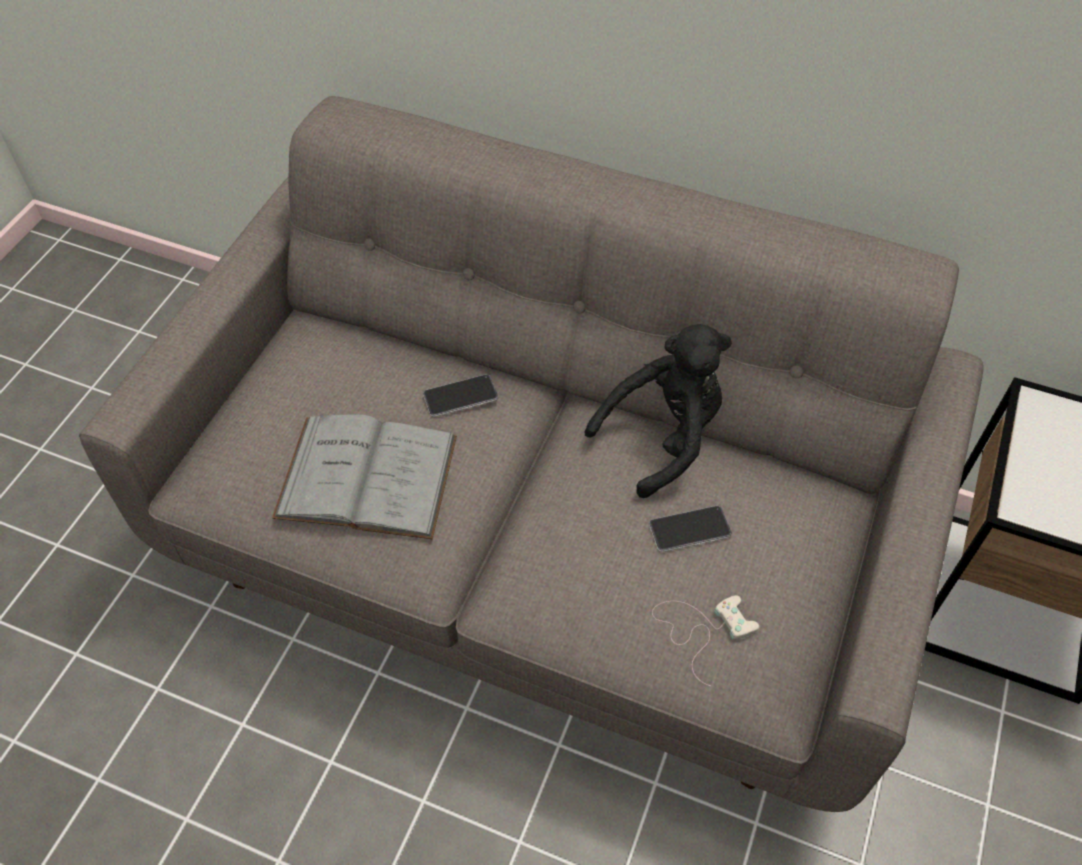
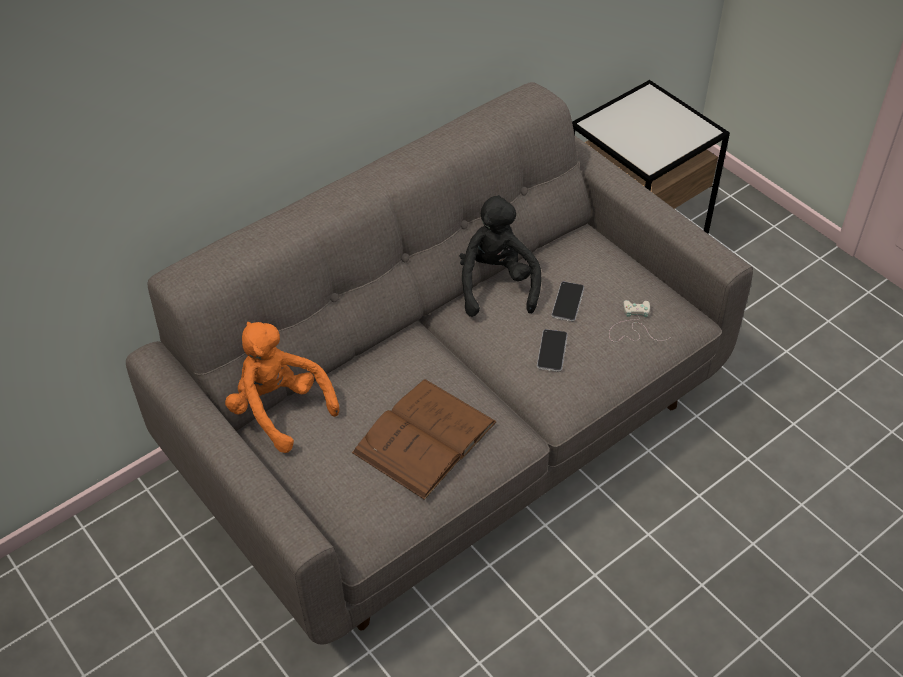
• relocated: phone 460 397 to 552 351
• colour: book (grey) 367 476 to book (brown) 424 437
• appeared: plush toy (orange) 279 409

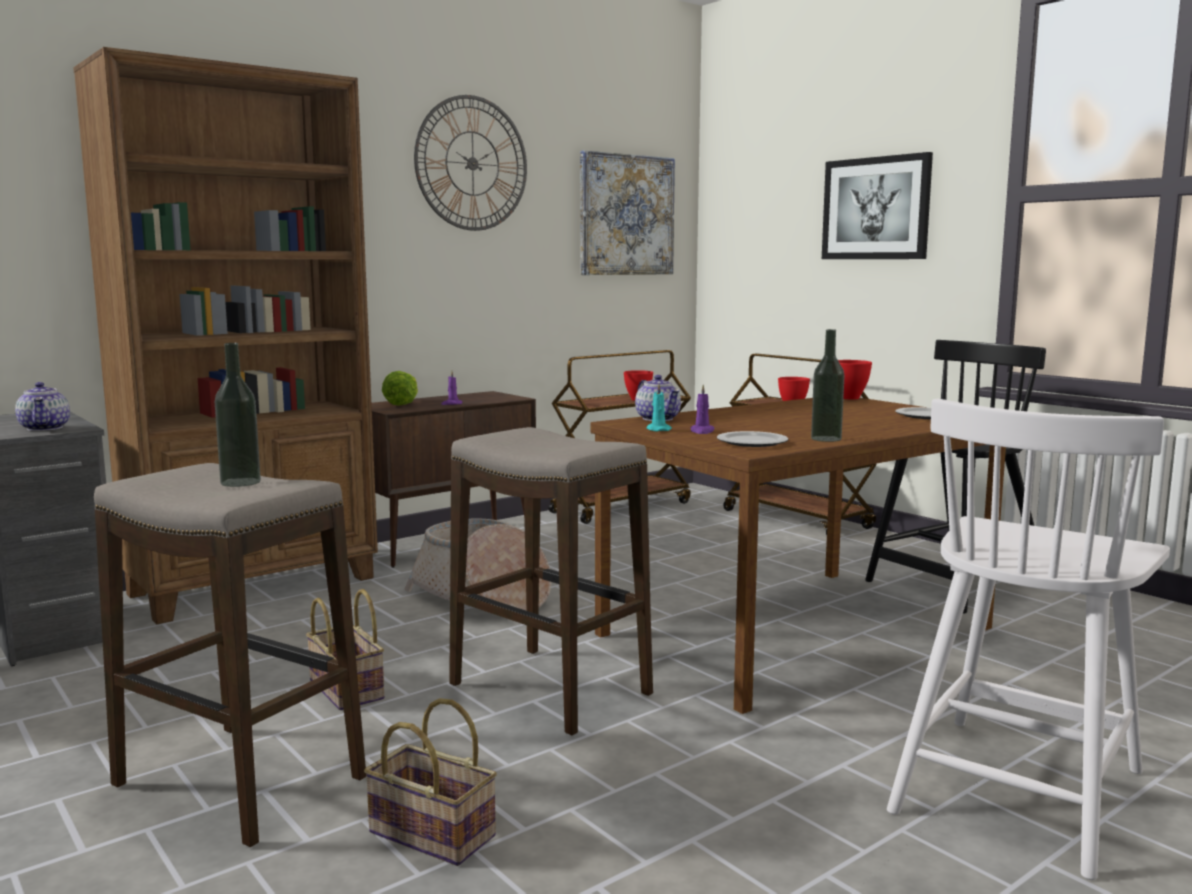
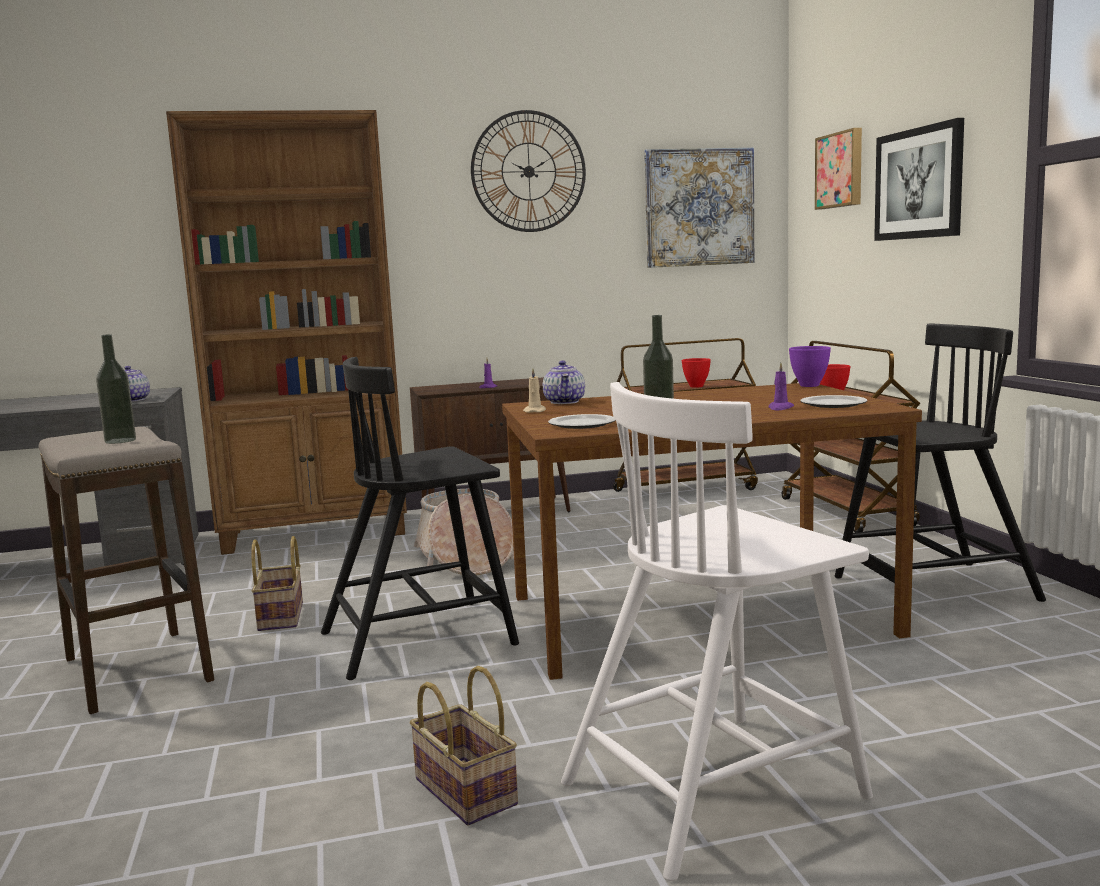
• colour: bowl (red) 851 398 to bowl (purple) 810 385
• missing: lettuce 402 403
• colour: candle (turquoise) 658 430 to candle (beige) 535 411
• relocated: candle (purple) 702 431 to 780 408
• exchanged: stool 550 690 to chair (black) 421 637
• relocated: basket 428 834 to 462 791
• appeared: picture 841 170

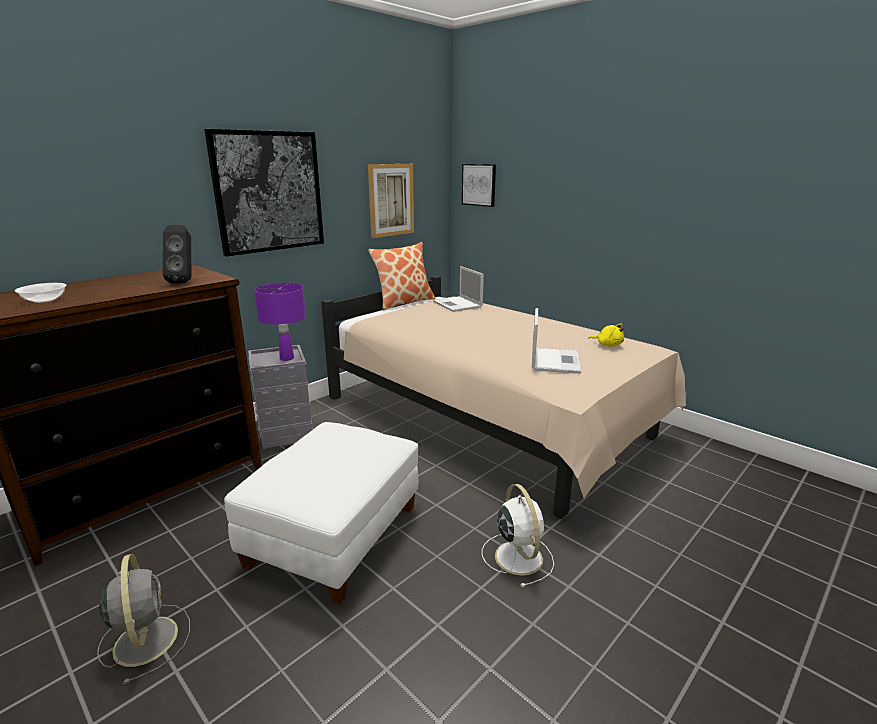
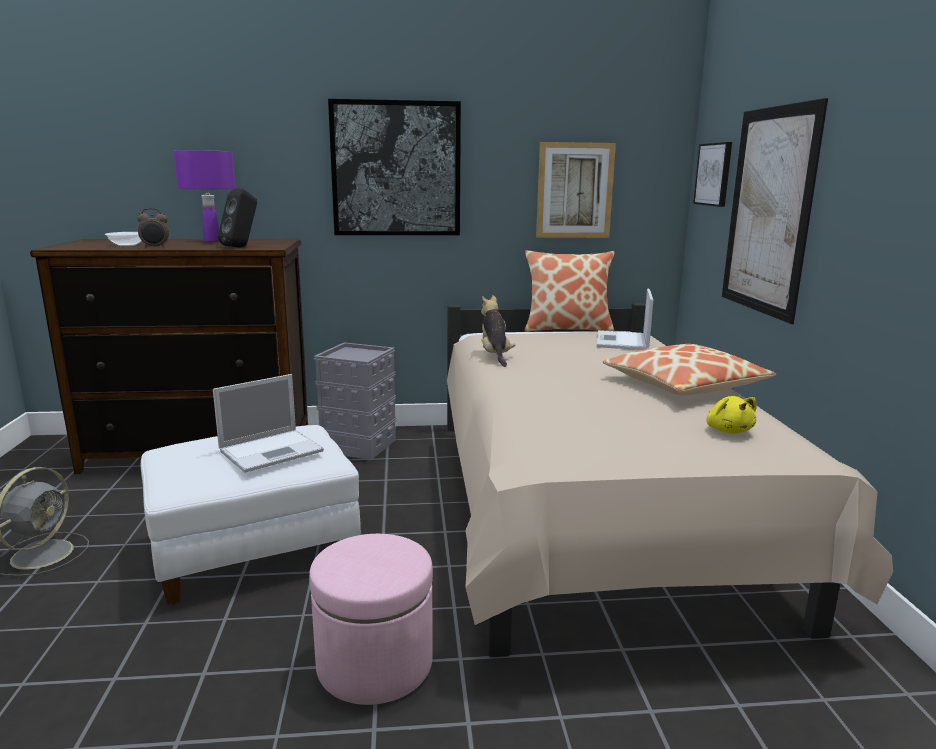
• relocated: table lamp (purple) 287 358 to 212 241
• relocated: laptop 554 360 to 273 450
• exchanged: fan (white) 517 556 to ottoman (pink) 375 663
• appeared: picture 768 211
• appeared: alarm clock 155 247
• appeared: plush toy 495 356
• appeared: pillow 684 385

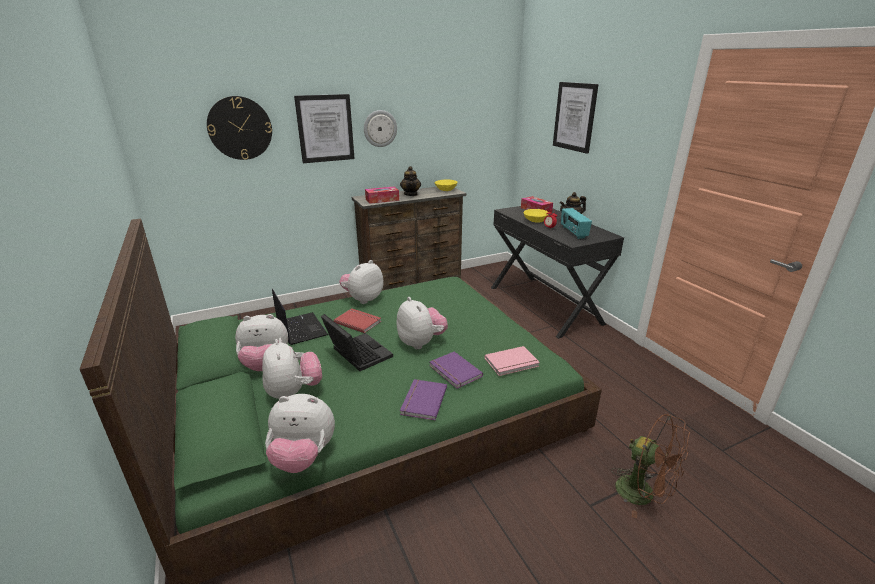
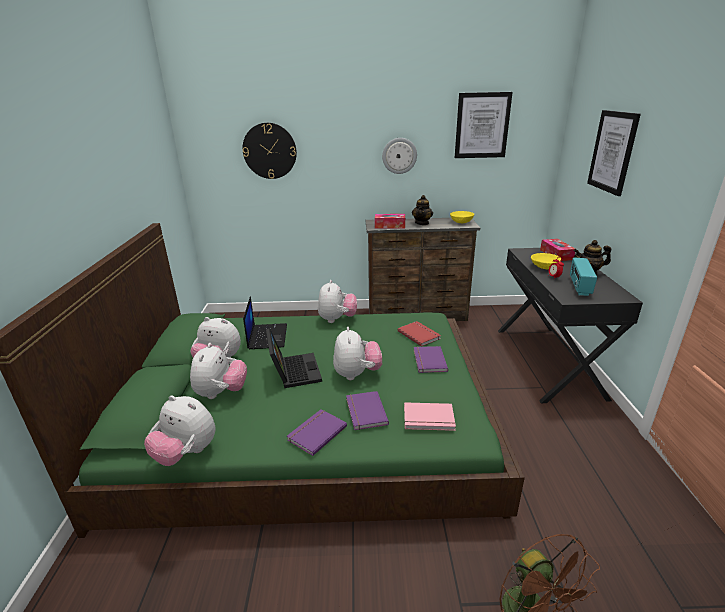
• relocated: picture 325 128 to 482 125
• spun: plush toy 363 299 = 337 319 120 degrees clockwise
• relocated: book (red) 358 321 to 419 334
• appeared: book (purple) 428 361

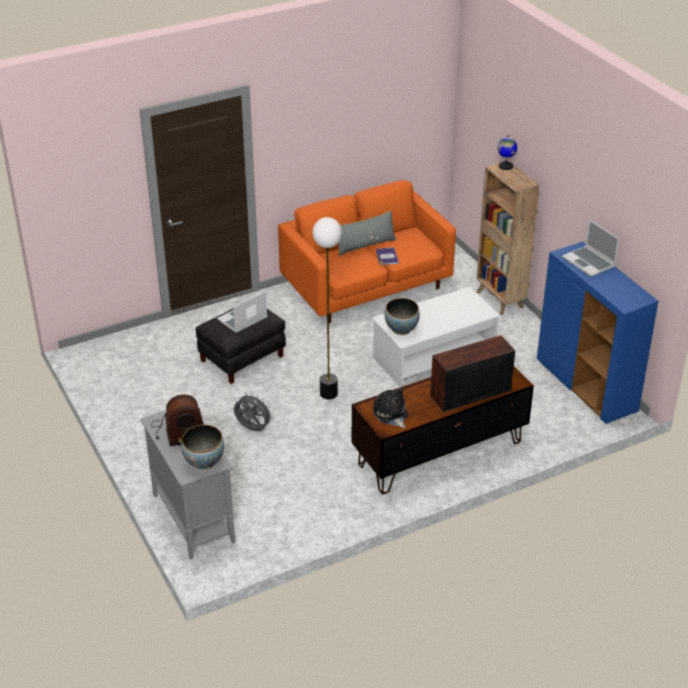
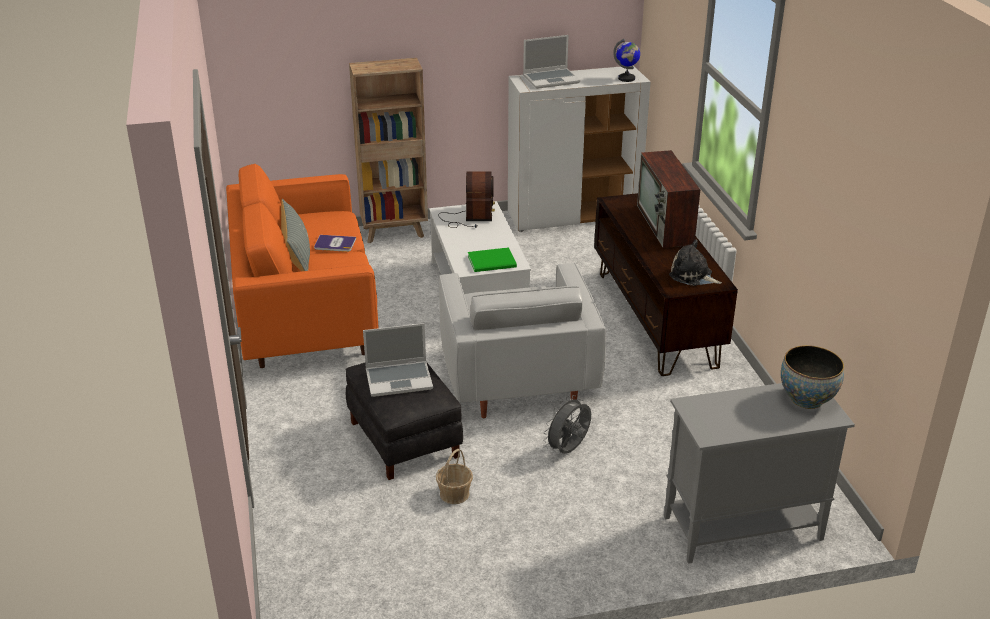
• relocated: globe 505 166 to 626 78
• exchanged: floor lamp 328 393 to armchair (white) 517 377
• colour: cabinet (blue) 586 386 to cabinet (white) 573 216
• spun: laptop 242 319 = 399 379 75 degrees counterclockwise
• exchanged: bowl 401 329 to book (green) 493 262
• spun: plush toy 391 415 = 692 276 45 degrees clockwise
• relocated: radio 178 431 to 469 217
• appeared: basket 455 494

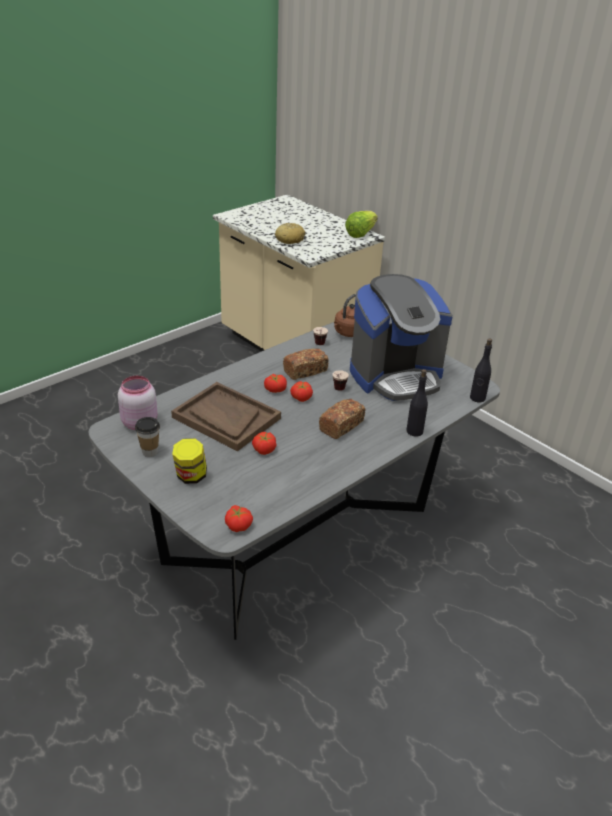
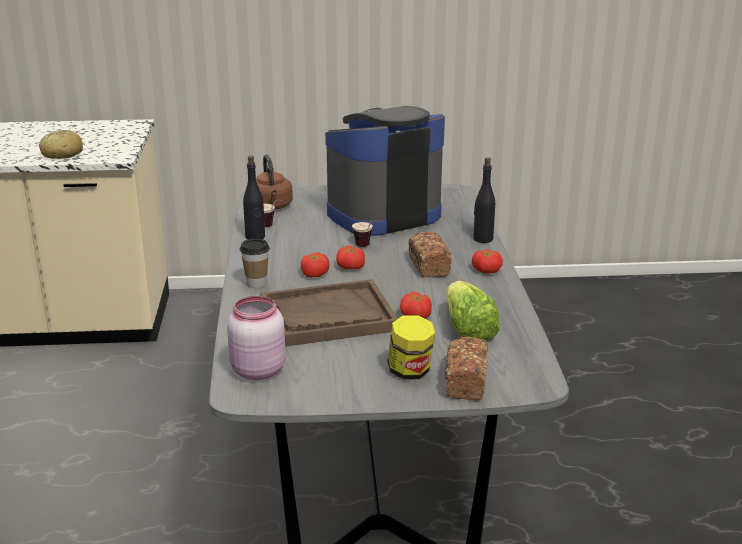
• relocated: lettuce 360 233 to 467 330
• spun: coffee machine 396 376 = 383 214 135 degrees counterclockwise
• relocated: bottle (black) 477 398 to 255 237
• relocated: bread 305 371 to 465 381
• relocated: cup 150 452 to 256 284
• relocated: tomato 238 525 to 486 270

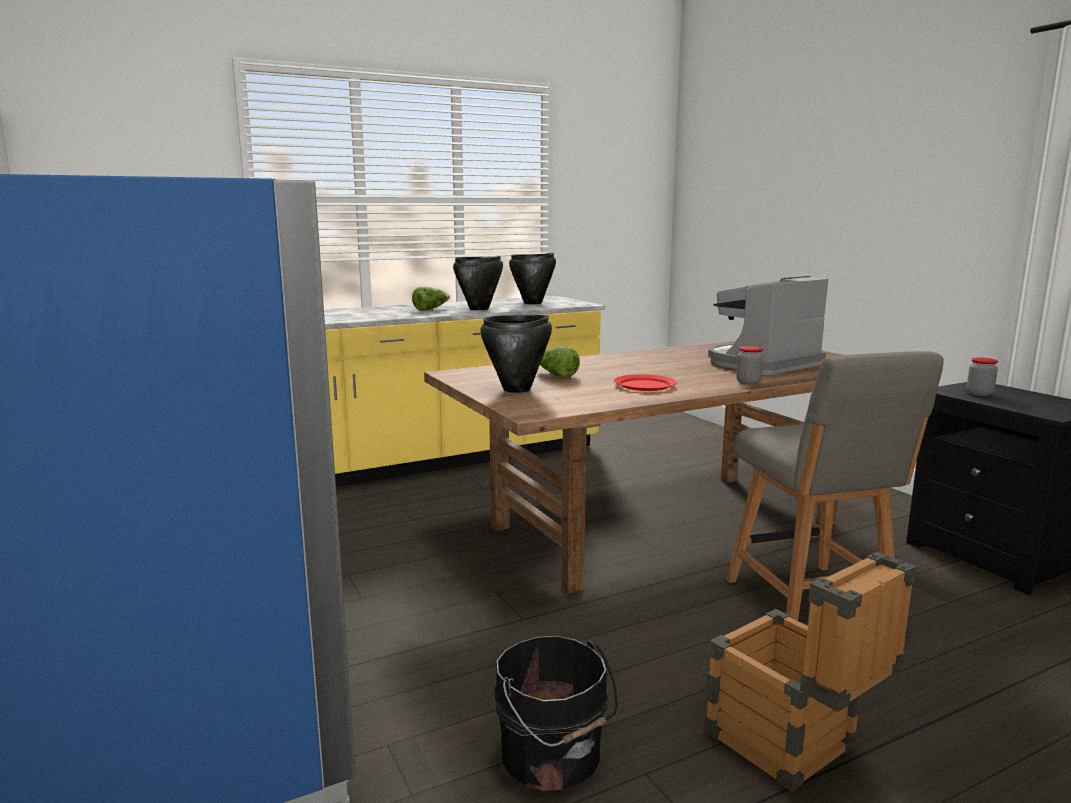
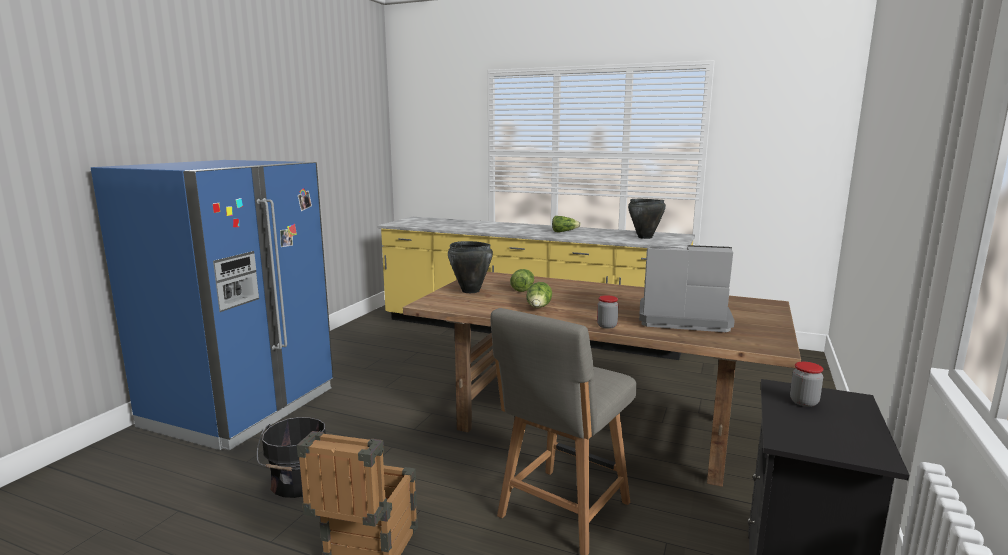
• missing: cooking pot (black) 479 309
• exchanged: plate (red) 644 385 to lettuce 539 308

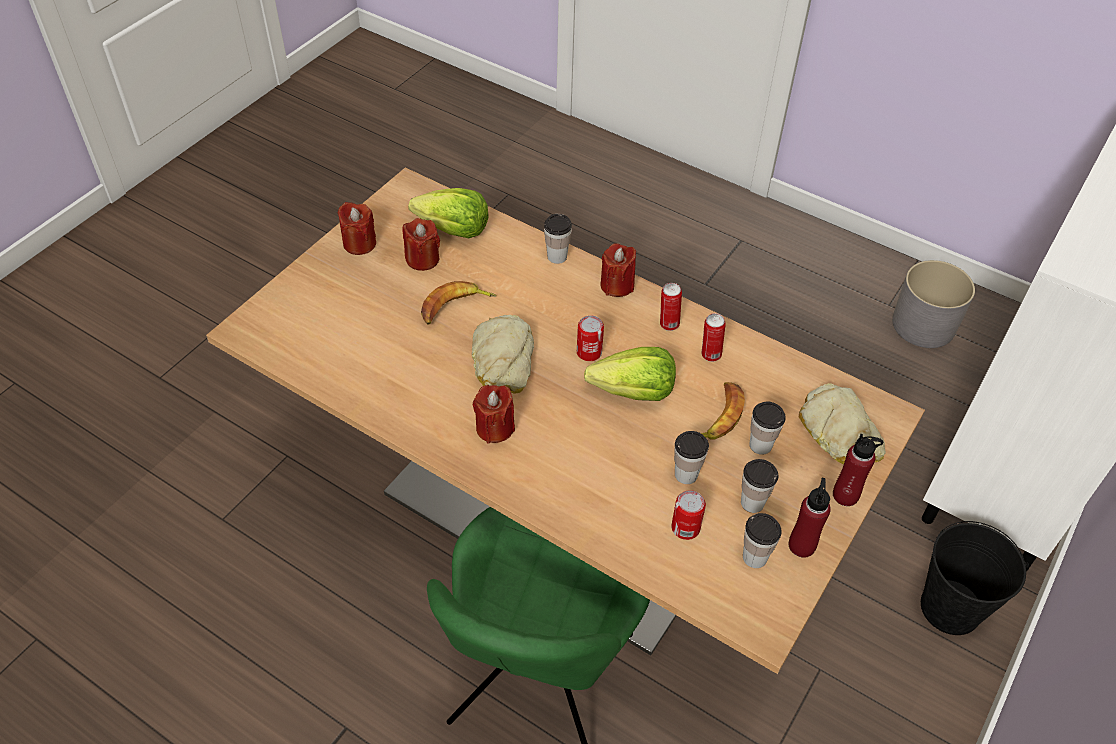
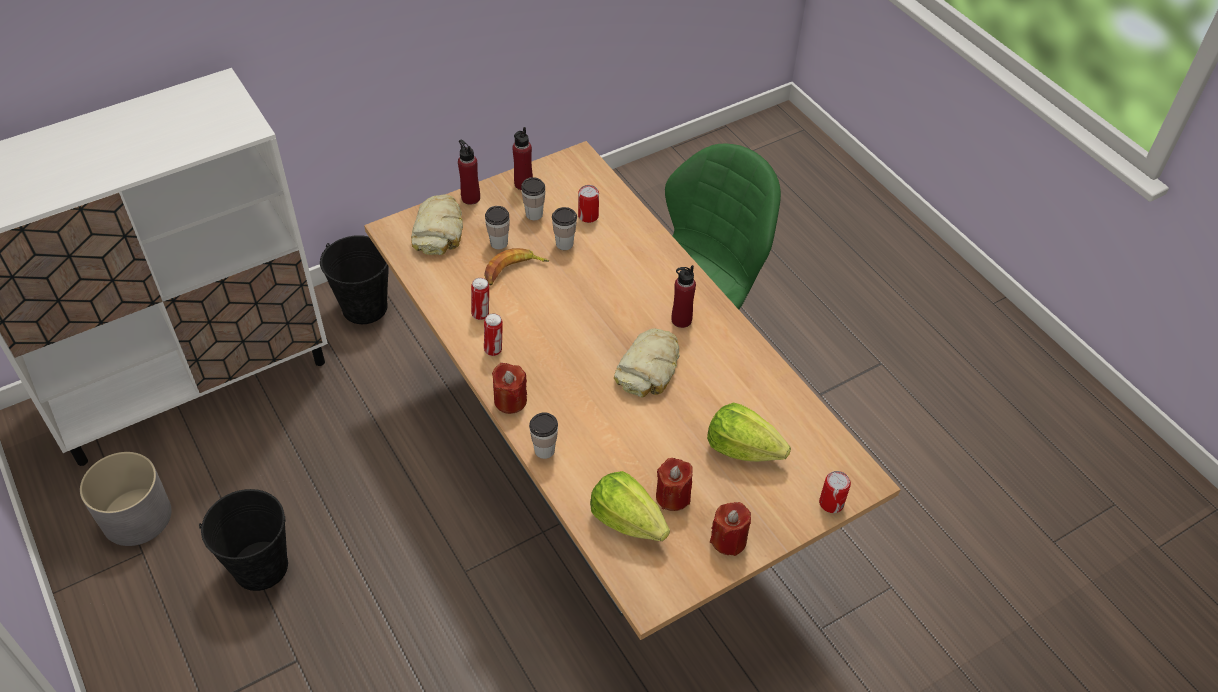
• missing: banana 454 307
• relocated: can 589 352 to 831 503
• relocated: lettuce 634 392 to 742 448
• exchanged: candle (red) 495 428 to bottle (red) 681 320
• missing: cup 754 557
• appeared: bucket (black) 260 566

